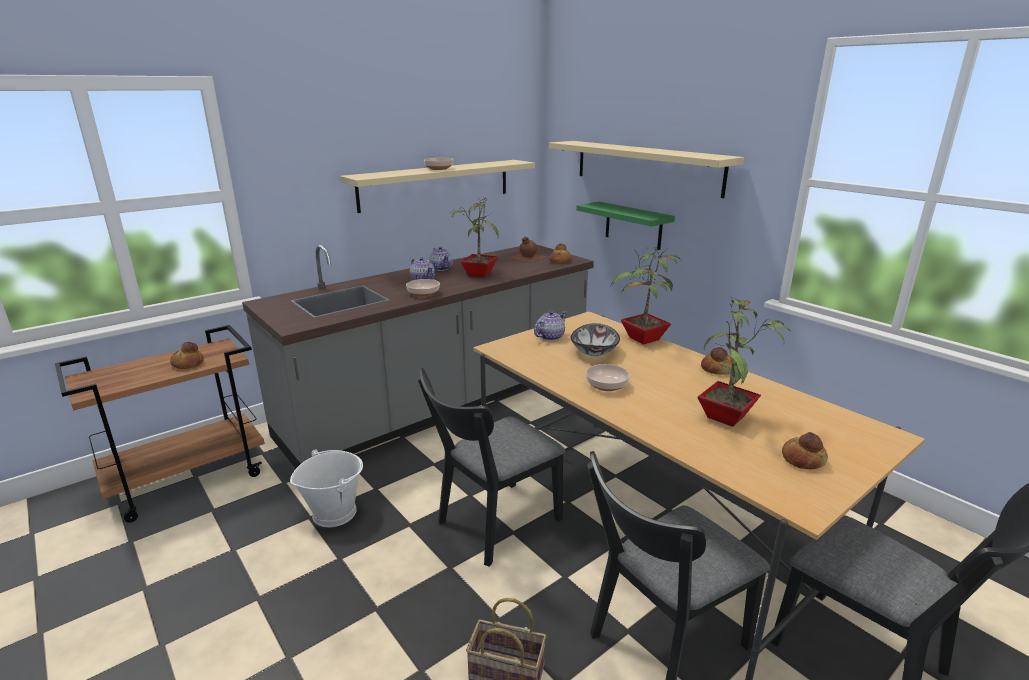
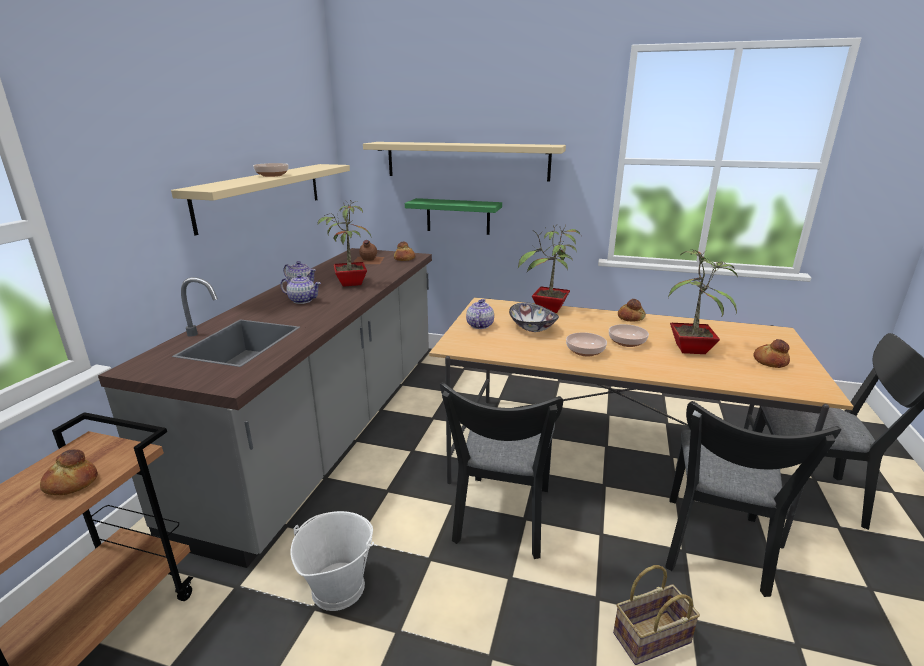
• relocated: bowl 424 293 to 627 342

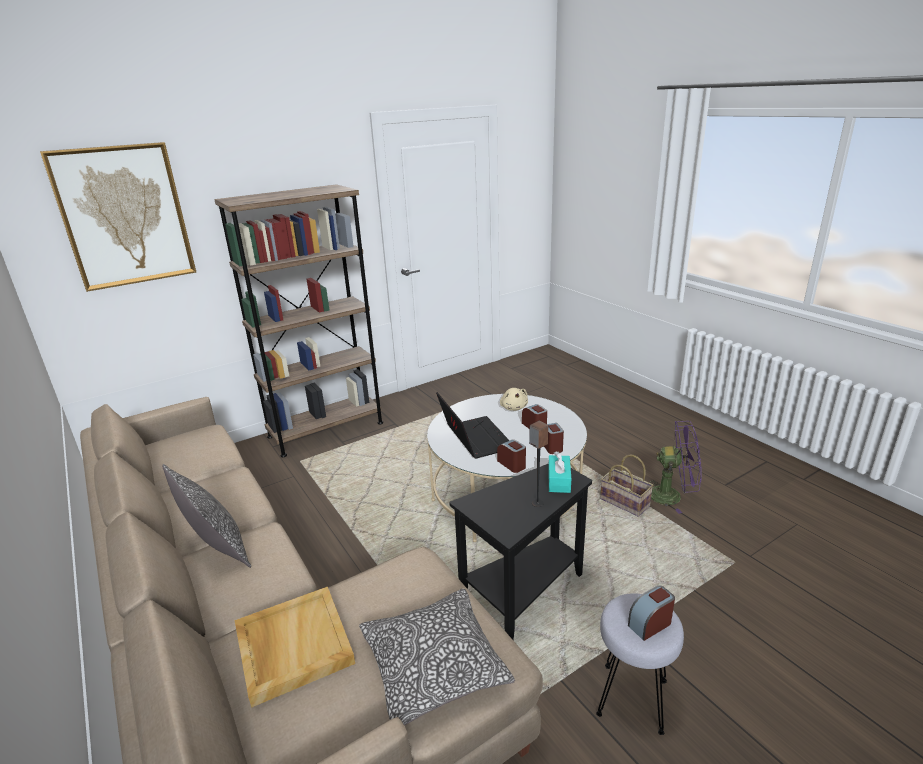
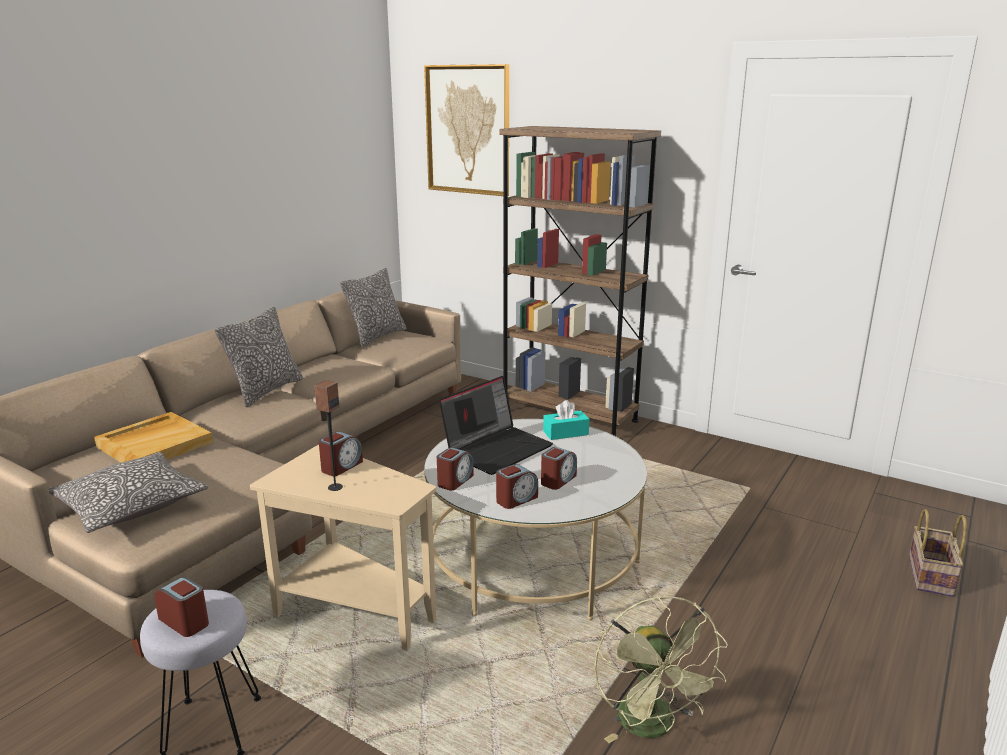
• missing: plush toy (beige) 513 407
• colour: fan (purple) 672 496 to fan (green) 653 727
• relocated: tissue box (turquoise) 559 480 to 565 433
• relocated: basket 626 503 to 932 577
• colour: side table (black) 522 595 to side table (beige) 354 610
• appeared: pillow 377 337
• appeared: alarm clock 341 466

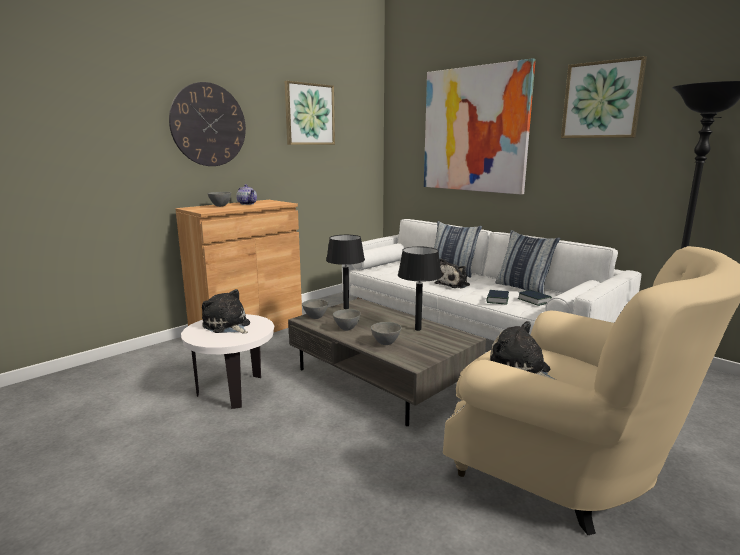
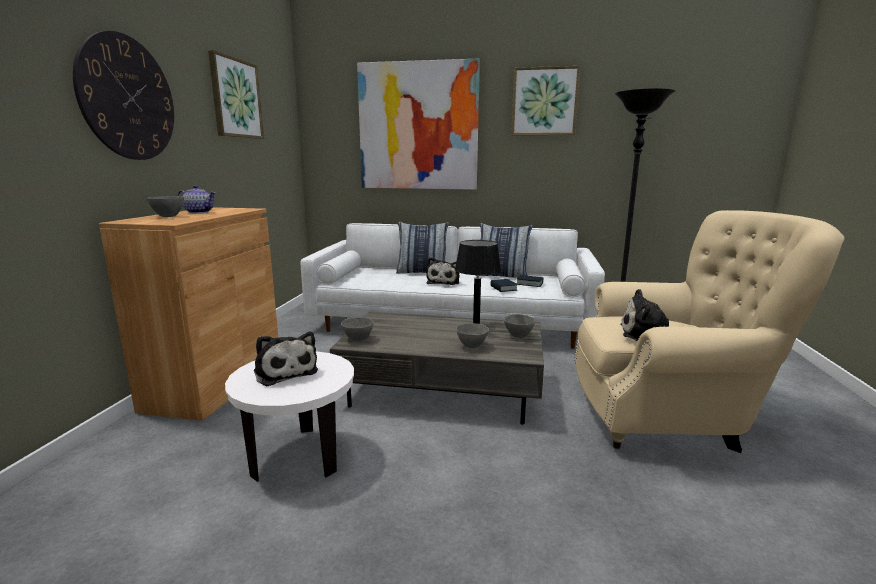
• missing: table lamp (black) 346 308
• spun: plush toy 227 326 = 285 371 135 degrees counterclockwise
• relocated: bowl (grey) 346 328 to 518 336

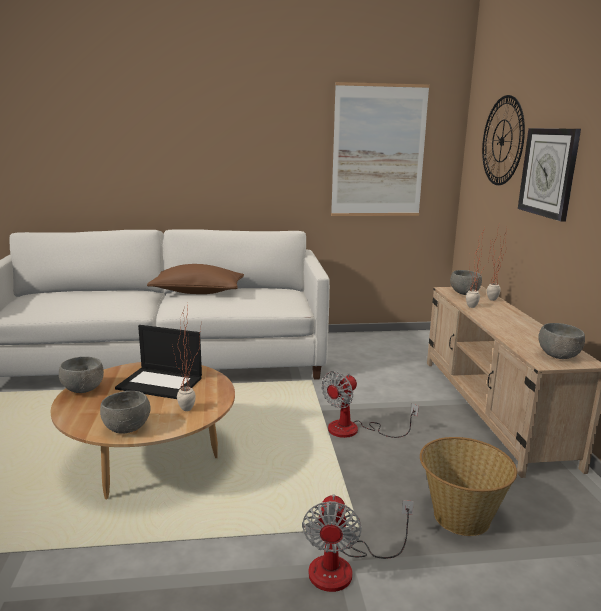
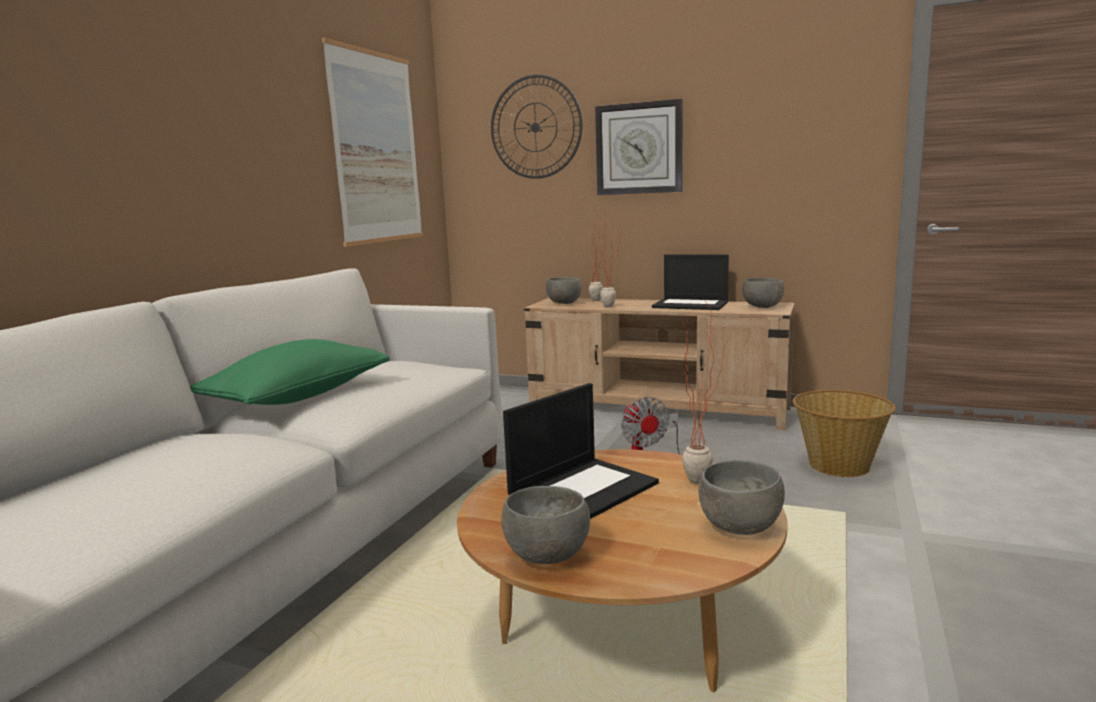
• colour: pillow (brown) 197 292 to pillow (green) 298 397
• missing: fan 344 567
• appeared: laptop 691 305

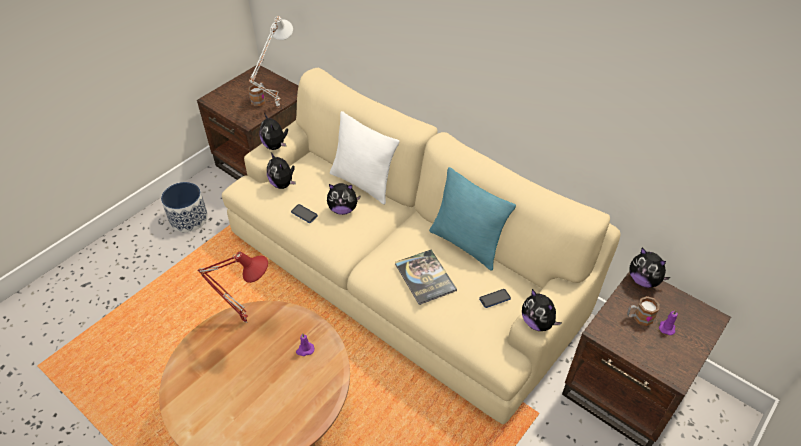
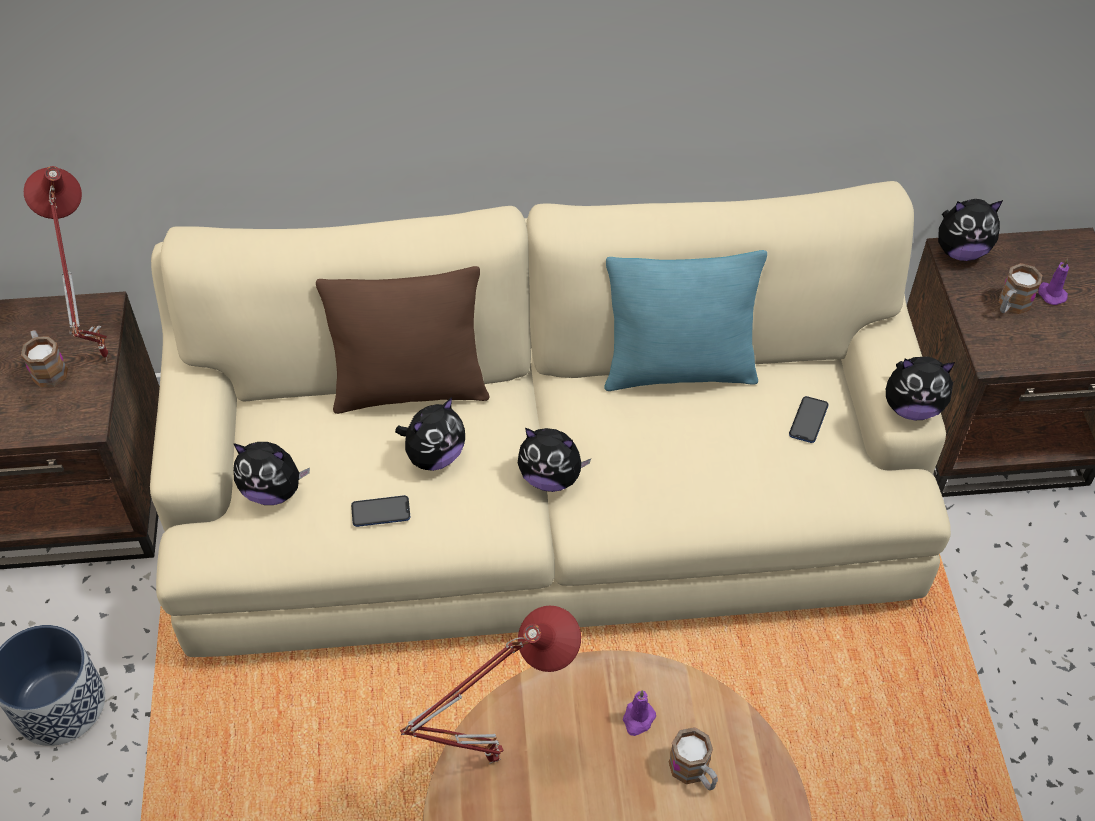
• colour: table lamp (white) 277 106 to table lamp (red) 102 358
• colour: pillow (white) 363 183 to pillow (brown) 410 390
• relocated: plush toy 275 146 to 551 477
• missing: book 425 277
• appeared: mug 694 772

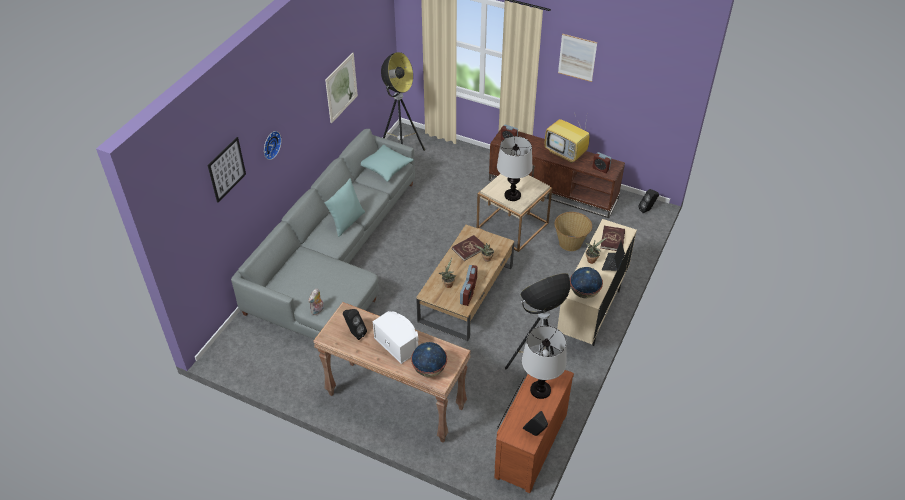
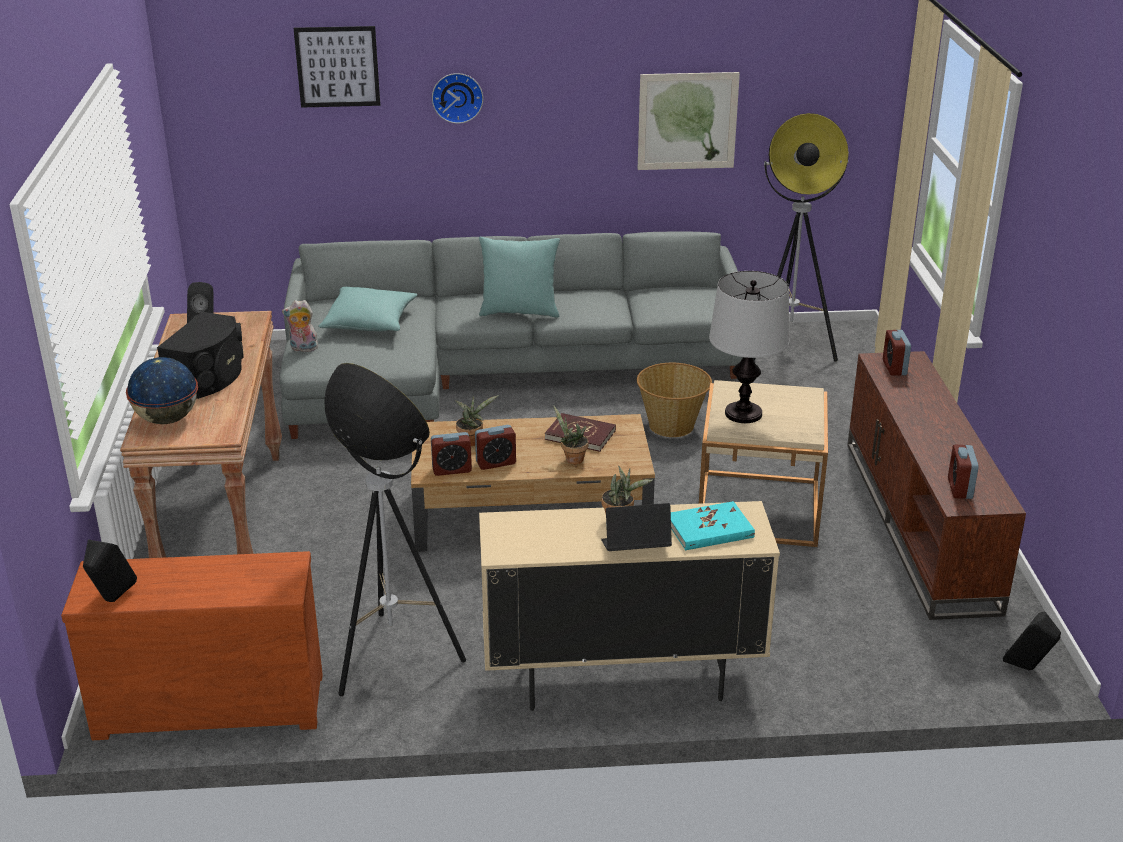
• missing: picture 577 57
• missing: television 566 153
• relocated: pillow (turquoise) 386 167 to 370 322
• relocated: basket 570 243 to 672 426
• colour: book (red) 612 240 to book (turquoise) 709 529
• missing: globe 584 293
• colour: speaker (white) 398 343 to speaker (black) 209 377
• missing: table lamp 540 390

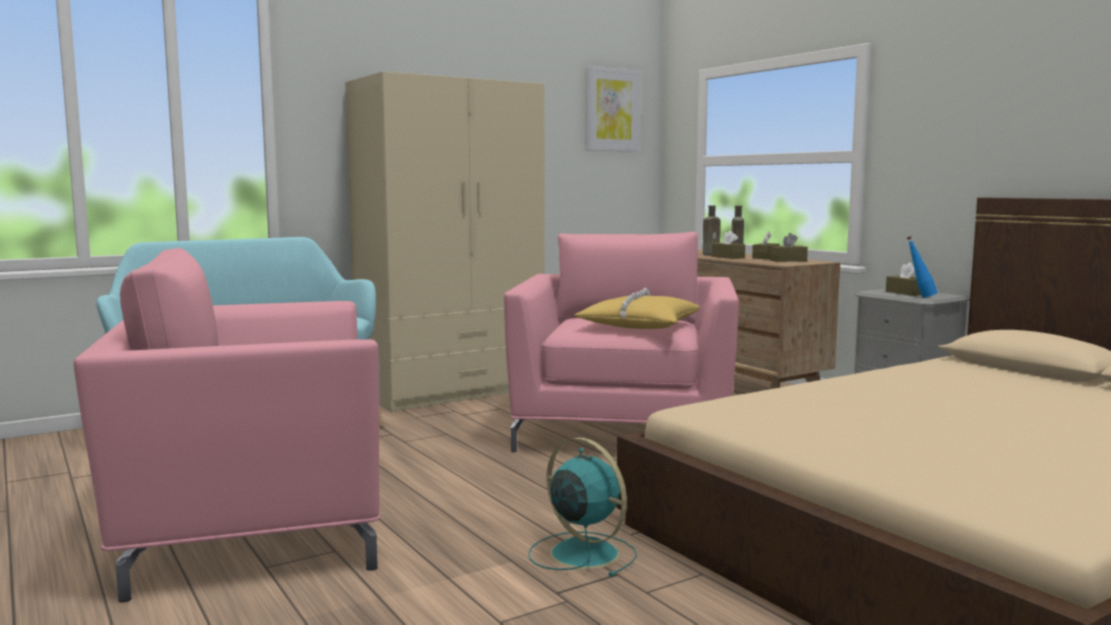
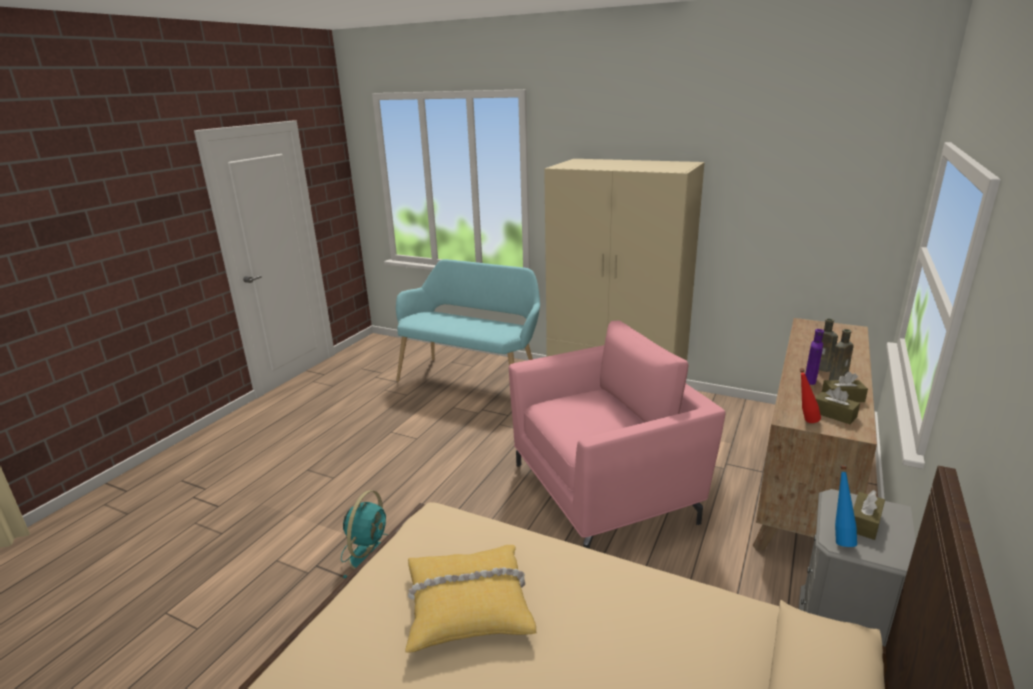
• missing: picture 612 110
• exchanged: tissue box (brown) 728 257 to bottle (purple) 810 381
• missing: armchair (pink) 251 525
• relocated: pillow (yellow) 638 325 to 468 605
• appeared: bottle (red) 804 422

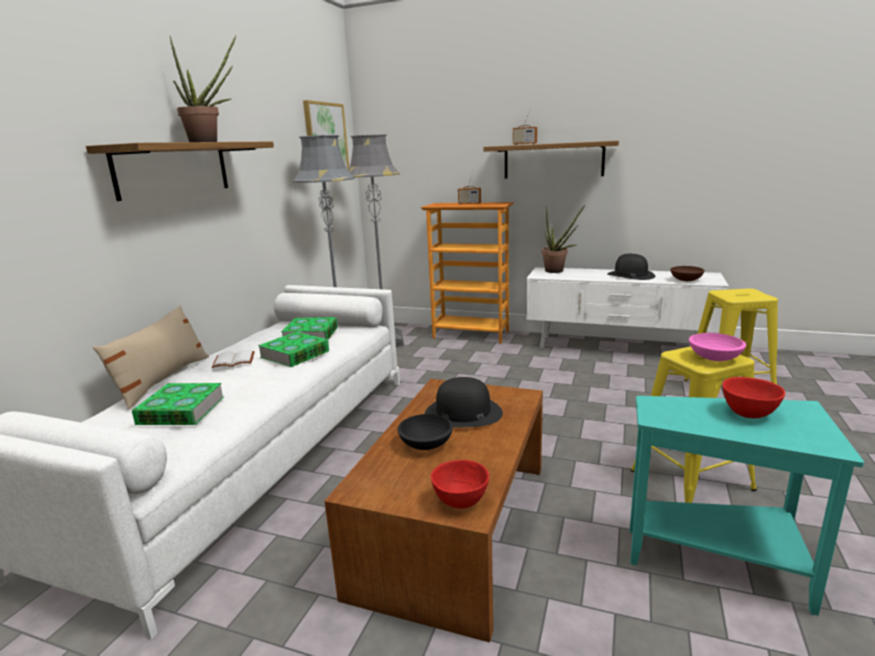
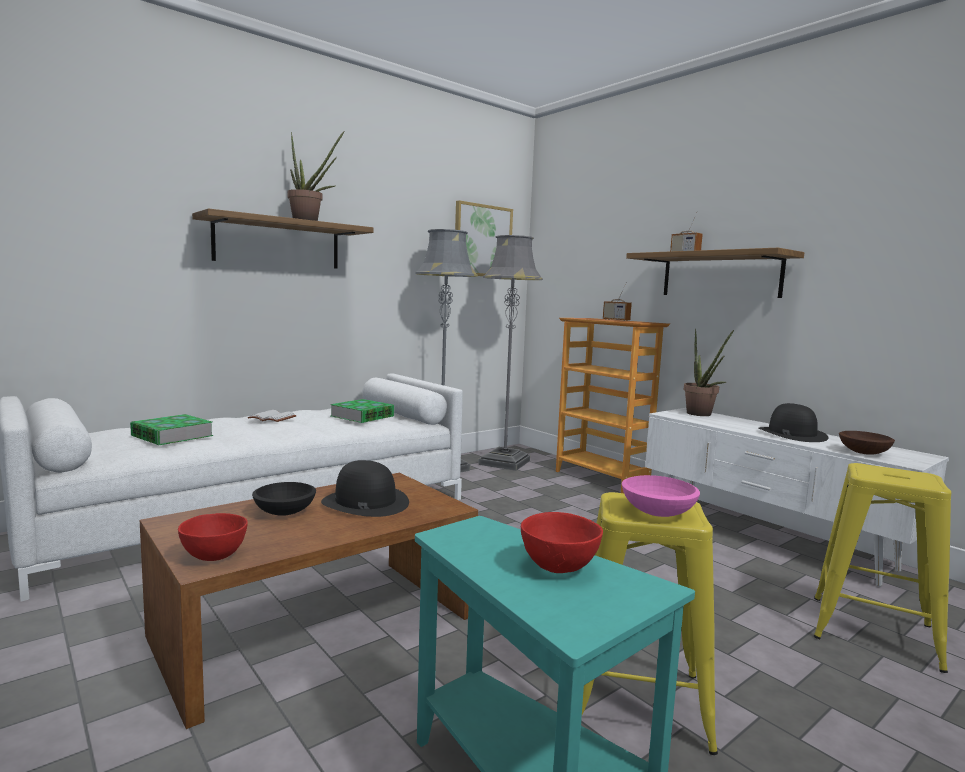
• missing: pillow (beige) 163 380
• missing: book 295 354

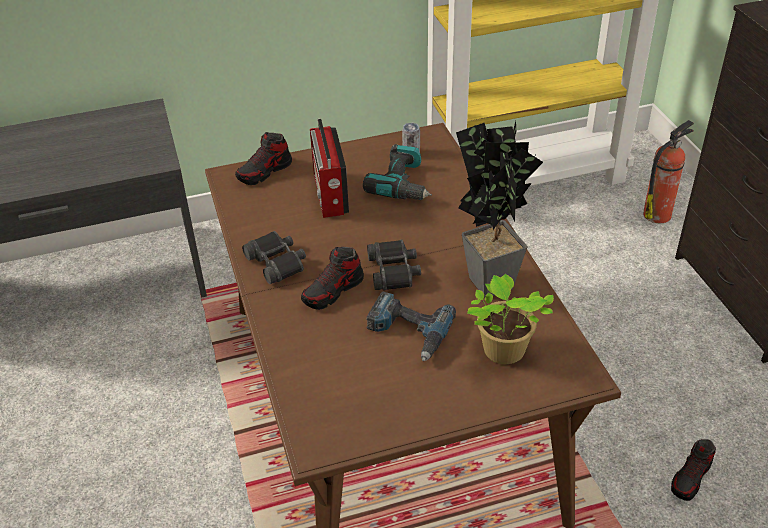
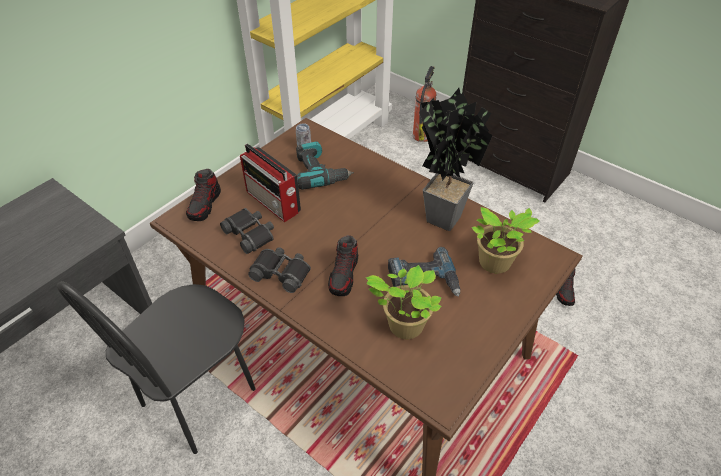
• relocated: binoculars (black) 394 271 to 250 234
• appeared: potted plant 403 326
• appeared: chair (black) 199 398

